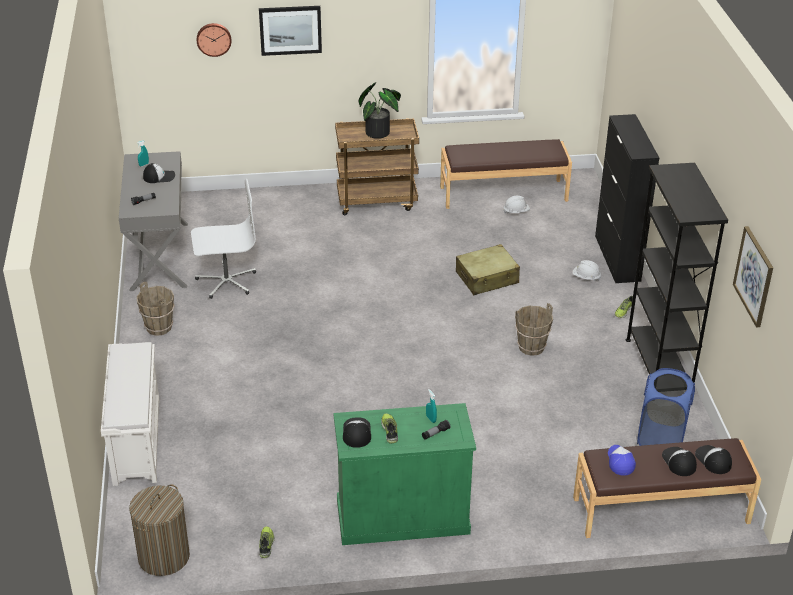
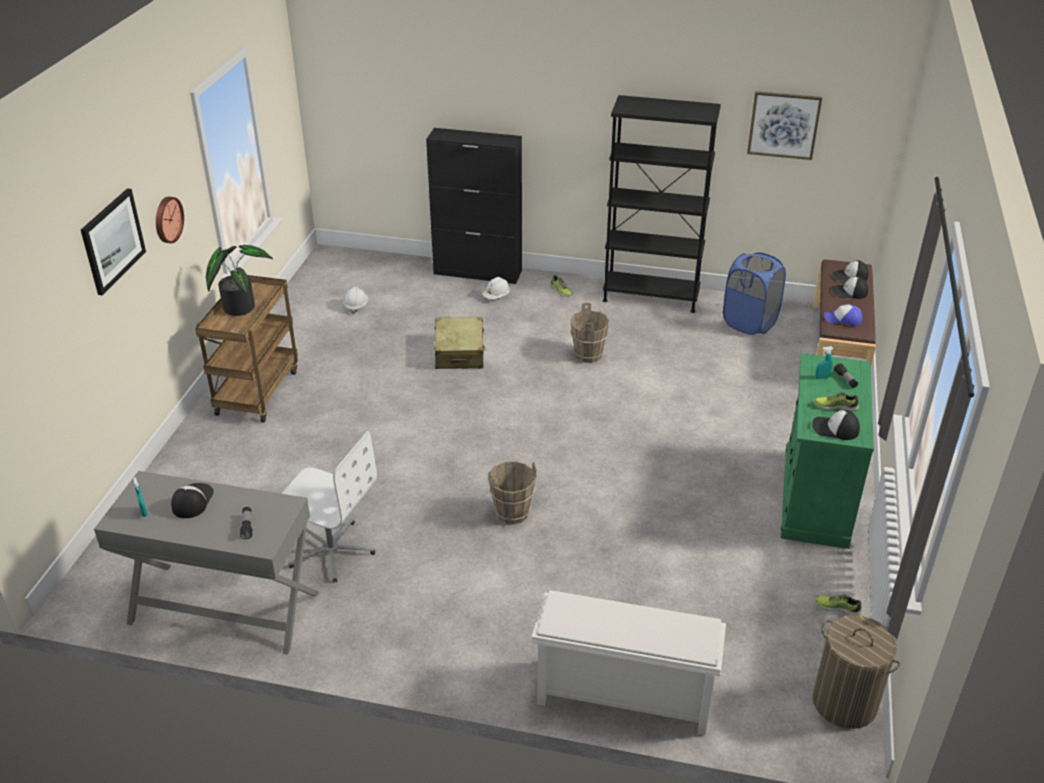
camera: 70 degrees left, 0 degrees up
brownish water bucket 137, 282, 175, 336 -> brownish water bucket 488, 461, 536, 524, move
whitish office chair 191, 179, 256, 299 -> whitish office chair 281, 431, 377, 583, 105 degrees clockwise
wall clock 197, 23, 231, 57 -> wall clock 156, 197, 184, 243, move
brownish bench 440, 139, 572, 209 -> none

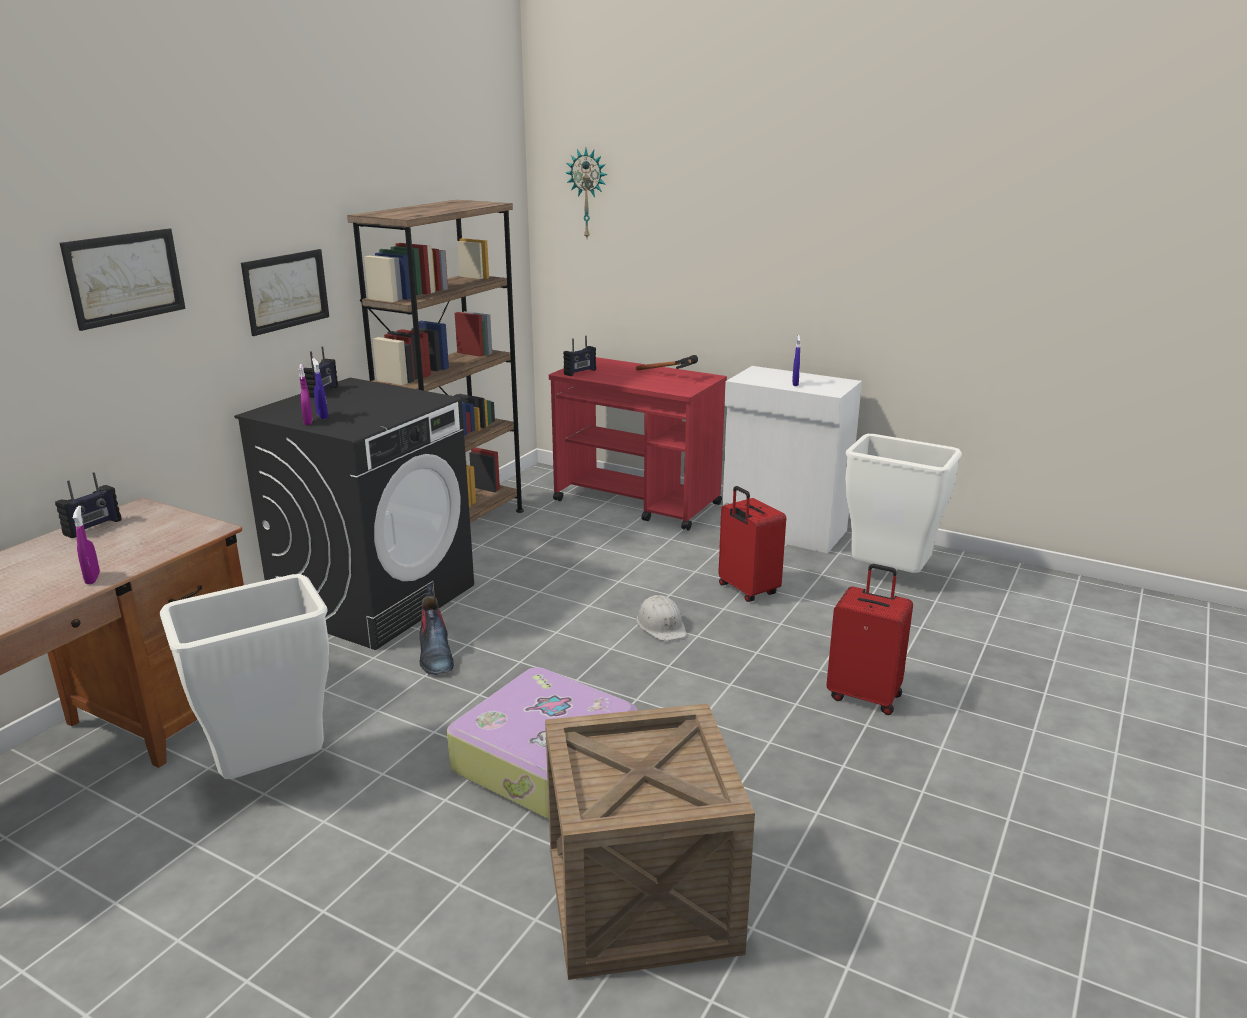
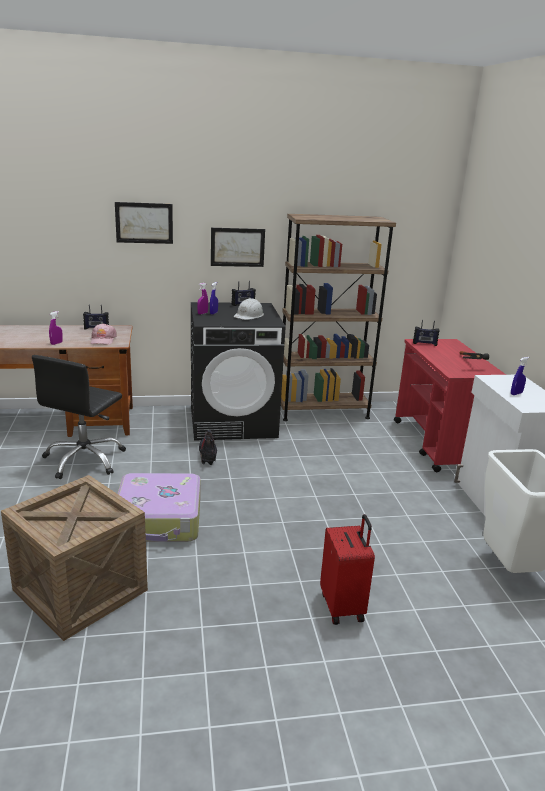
camera: 50 degrees right, 0 degrees up
whitish rubbish bin 160, 574, 329, 779 -> blackish office chair 32, 355, 126, 479
tall boot 419, 584, 454, 675 -> tall boot 199, 430, 217, 465, 135 degrees clockwise
wall clock 566, 148, 607, 238 -> none
whitish work helmet 636, 595, 687, 641 -> whitish work helmet 234, 298, 264, 320, move
reddish suitcase 718, 486, 786, 602 -> none
none -> pink cap 90, 323, 117, 345

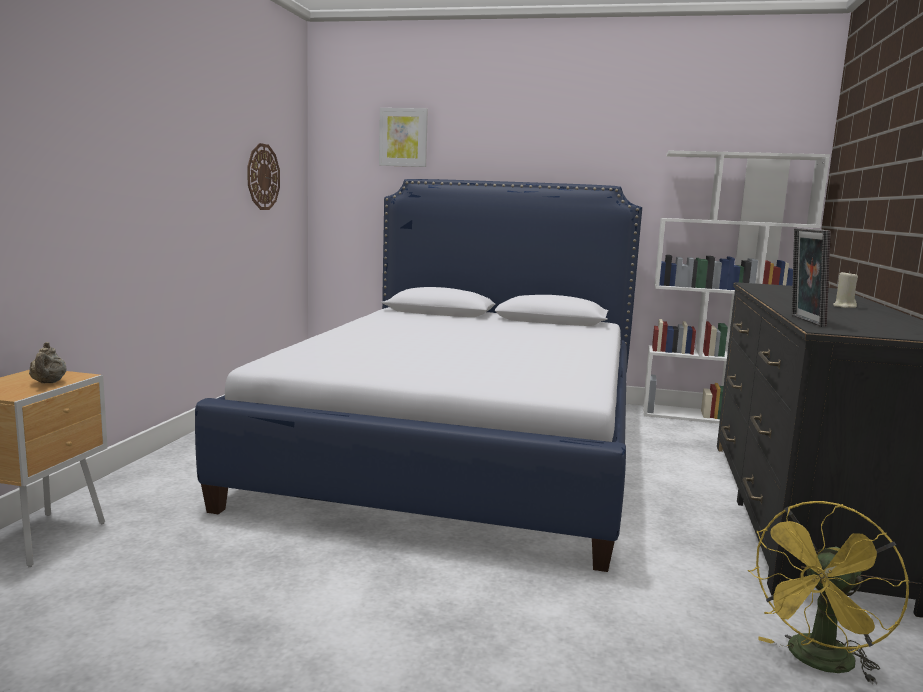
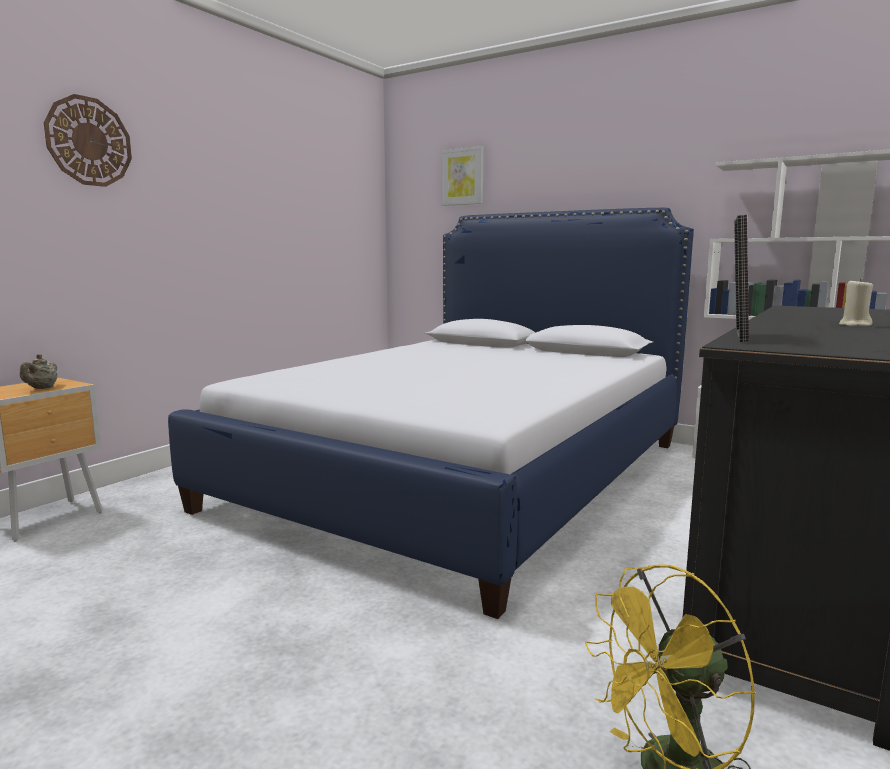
camera: 20 degrees right, 0 degrees up
wall clock 247, 143, 280, 210 -> wall clock 44, 94, 132, 187, move

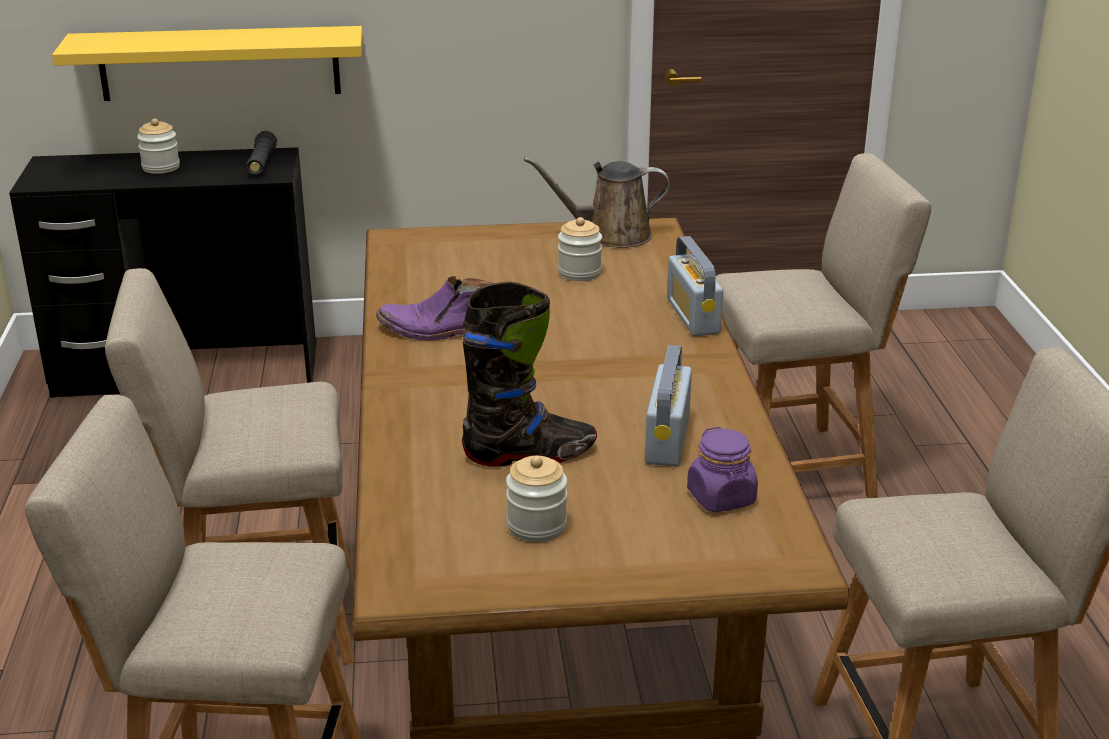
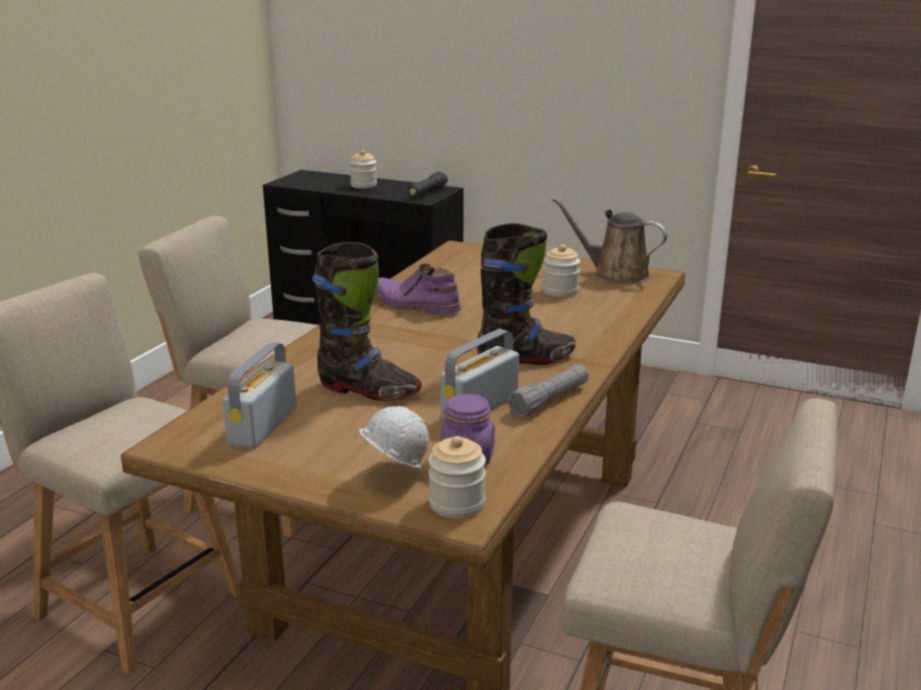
camera: 30 degrees right, 5 degrees down
yellow-coloured shelf 52, 26, 363, 101 -> none
preserve jar 506, 455, 567, 542 -> preserve jar 428, 436, 486, 518, move
radio receiver 667, 236, 723, 336 -> radio receiver 222, 342, 296, 449, move
sand-coloured chair 716, 153, 931, 498 -> none
none -> whitish work helmet 359, 406, 429, 471
none -> blackish tall boot 477, 223, 576, 365
none -> grey flashlight 508, 365, 589, 417

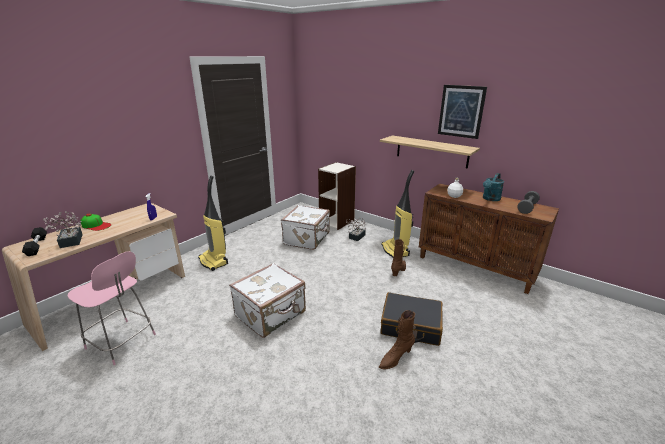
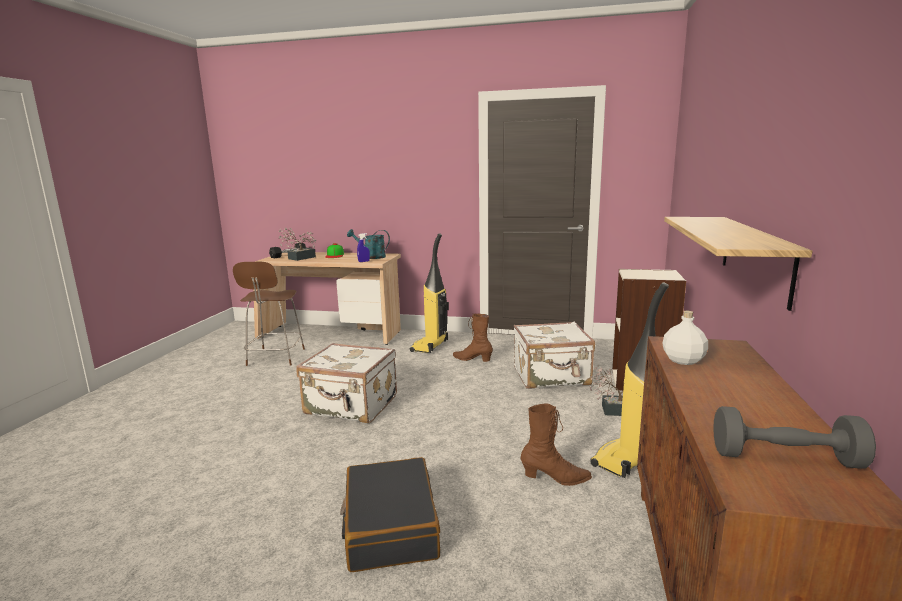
camera: 65 degrees right, 10 degrees down
pink chair 68, 251, 156, 365 -> brownish chair 233, 262, 305, 366
brownish tall boot 379, 310, 415, 369 -> brownish tall boot 453, 314, 493, 362, move
picture 438, 85, 487, 139 -> none
turquoise-coloured watering pot 483, 173, 504, 201 -> turquoise-coloured watering pot 347, 229, 390, 259, move

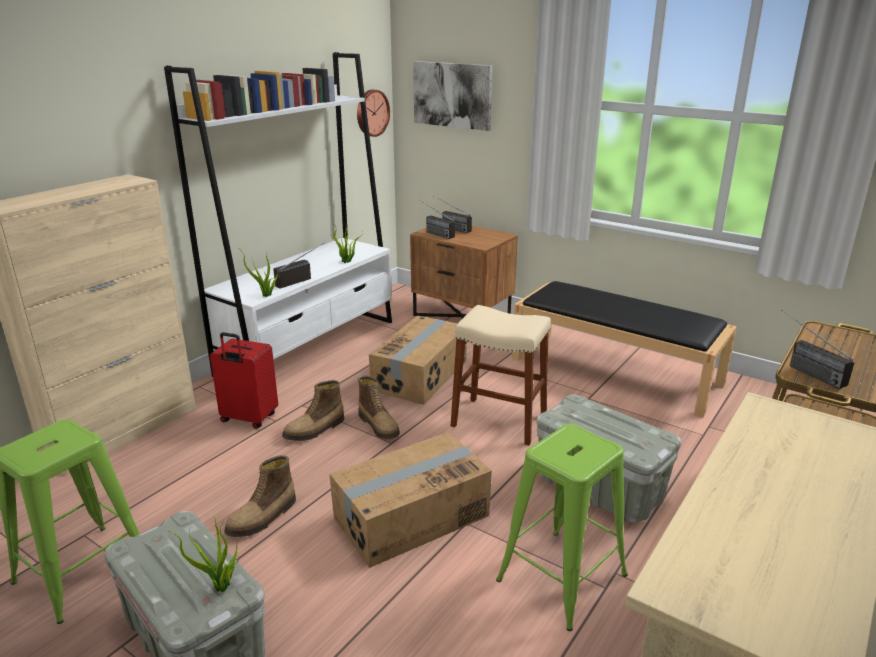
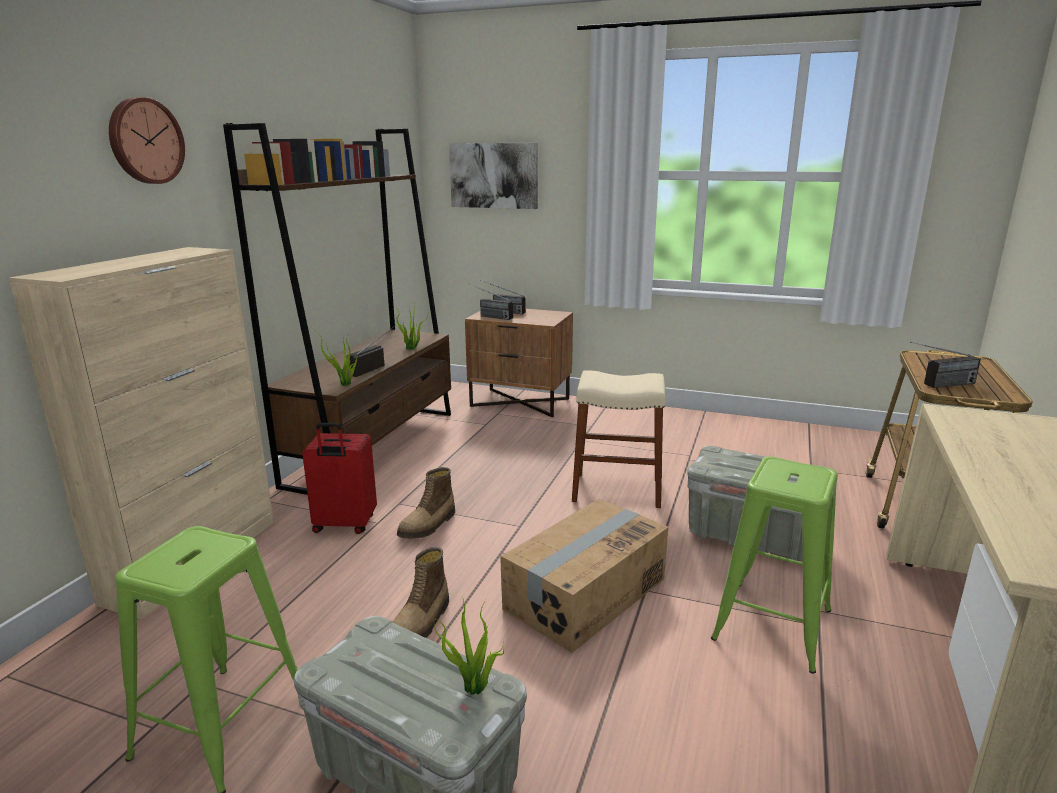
camera: 15 degrees left, 5 degrees down
whitish shelving unit 164, 52, 392, 377 -> brownish shelving unit 223, 123, 451, 495
wall clock 357, 90, 390, 137 -> wall clock 109, 97, 185, 184, move
tall boot 358, 376, 400, 439 -> none
cardboard box 369, 316, 467, 405 -> none
blackish bench 512, 281, 737, 417 -> none
radio receiver 781, 310, 854, 389 -> radio receiver 910, 342, 981, 388, 60 degrees counterclockwise

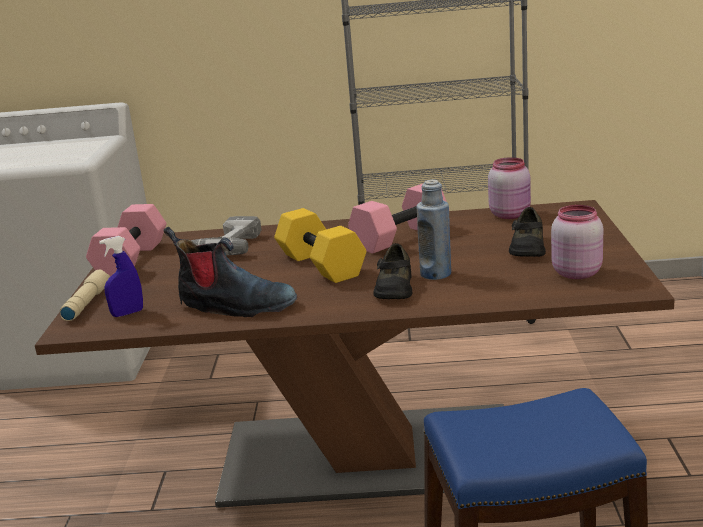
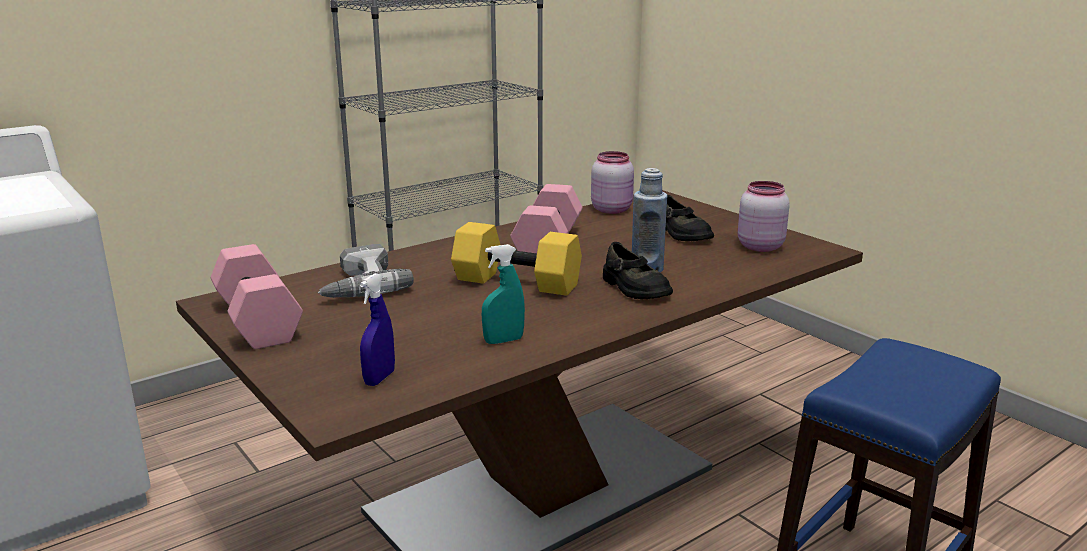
camera: 40 degrees left, 0 degrees up
sand-coloured flashlight 60, 270, 110, 321 -> none
tall boot 163, 227, 297, 317 -> turquoise-coloured hand sprayer 482, 244, 525, 344

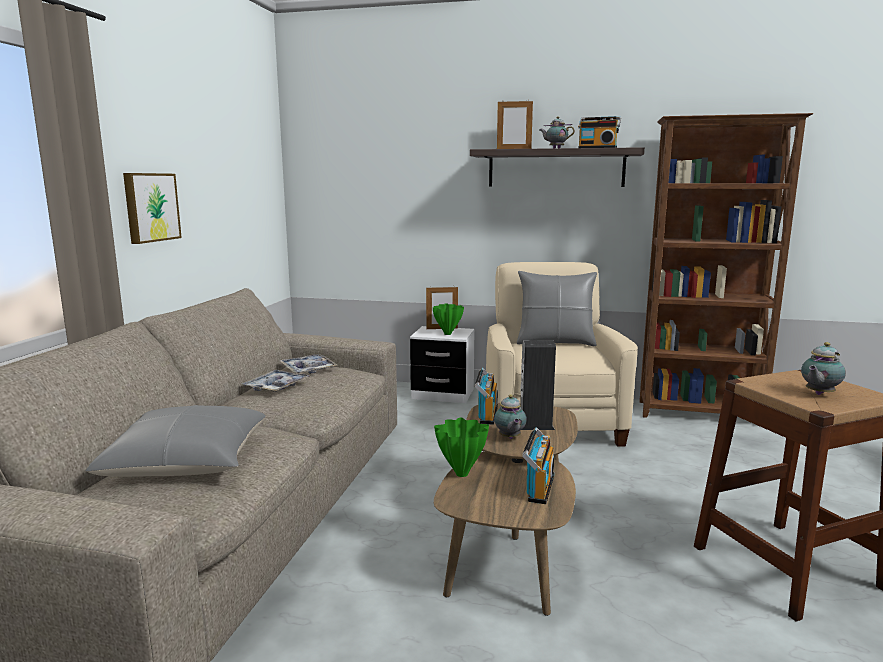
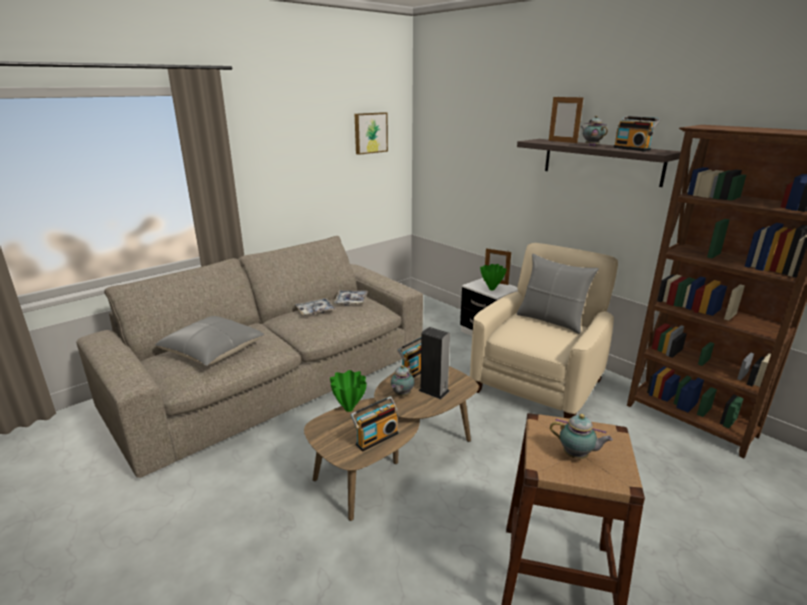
camera: 35 degrees right, 10 degrees up
picture 123, 173, 182, 244 -> picture 355, 112, 388, 155, move
pot for tea 801, 342, 846, 395 -> pot for tea 550, 414, 613, 459, 150 degrees counterclockwise

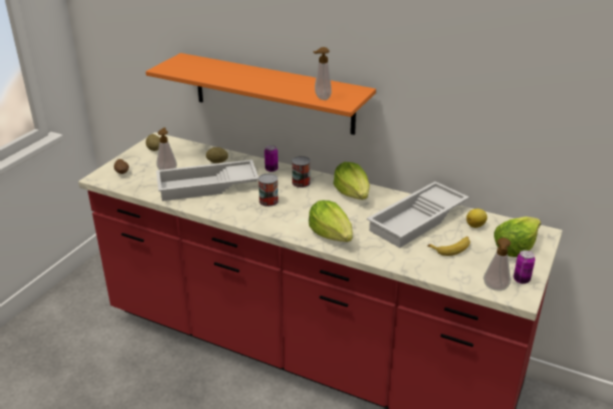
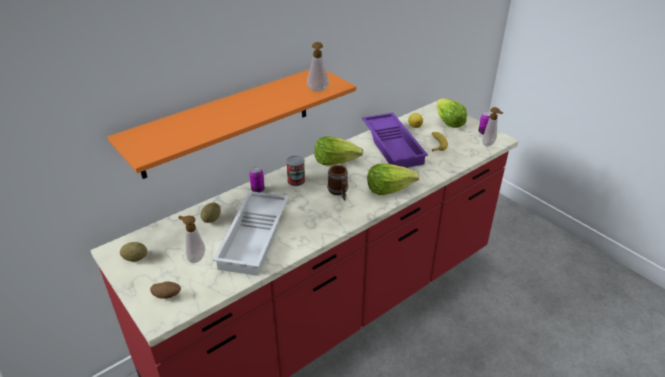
camera: 65 degrees left, 5 degrees up
can 258, 173, 278, 207 -> none
whitish carrying tray 367, 181, 469, 248 -> purple-coloured carrying tray 362, 113, 428, 168
none -> coffee mug 327, 165, 348, 200

